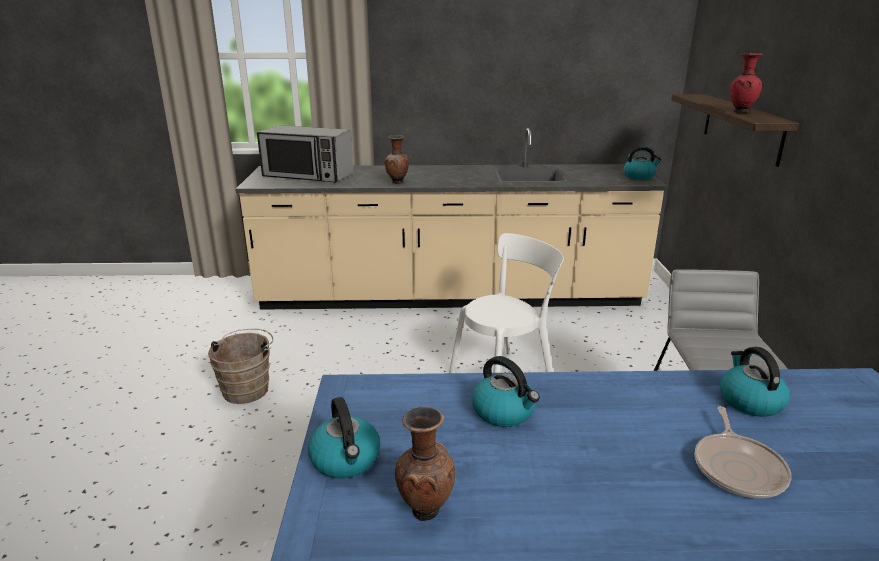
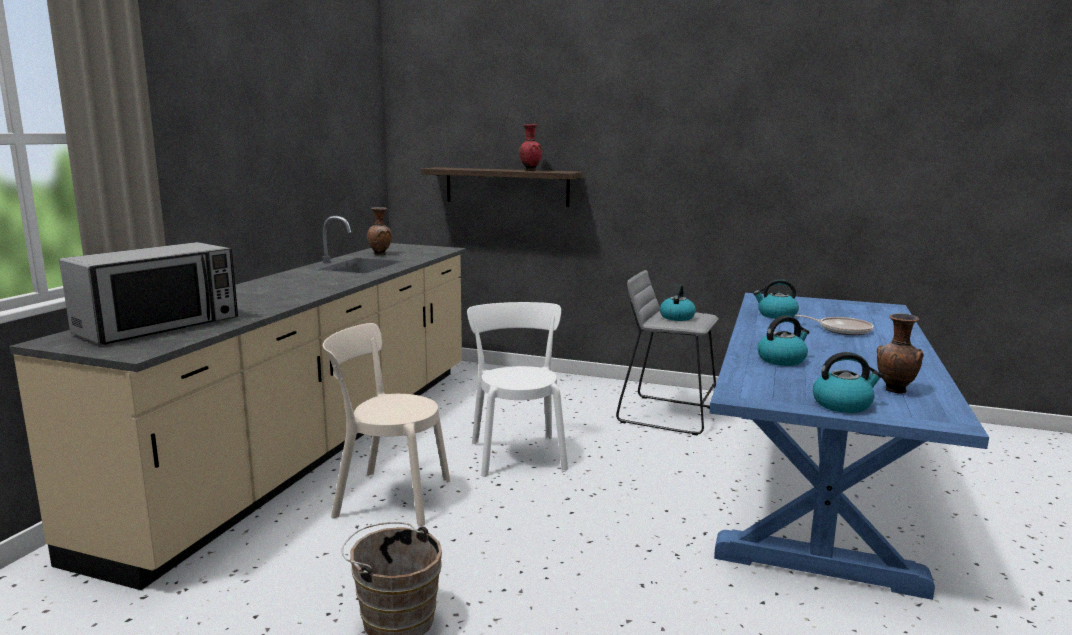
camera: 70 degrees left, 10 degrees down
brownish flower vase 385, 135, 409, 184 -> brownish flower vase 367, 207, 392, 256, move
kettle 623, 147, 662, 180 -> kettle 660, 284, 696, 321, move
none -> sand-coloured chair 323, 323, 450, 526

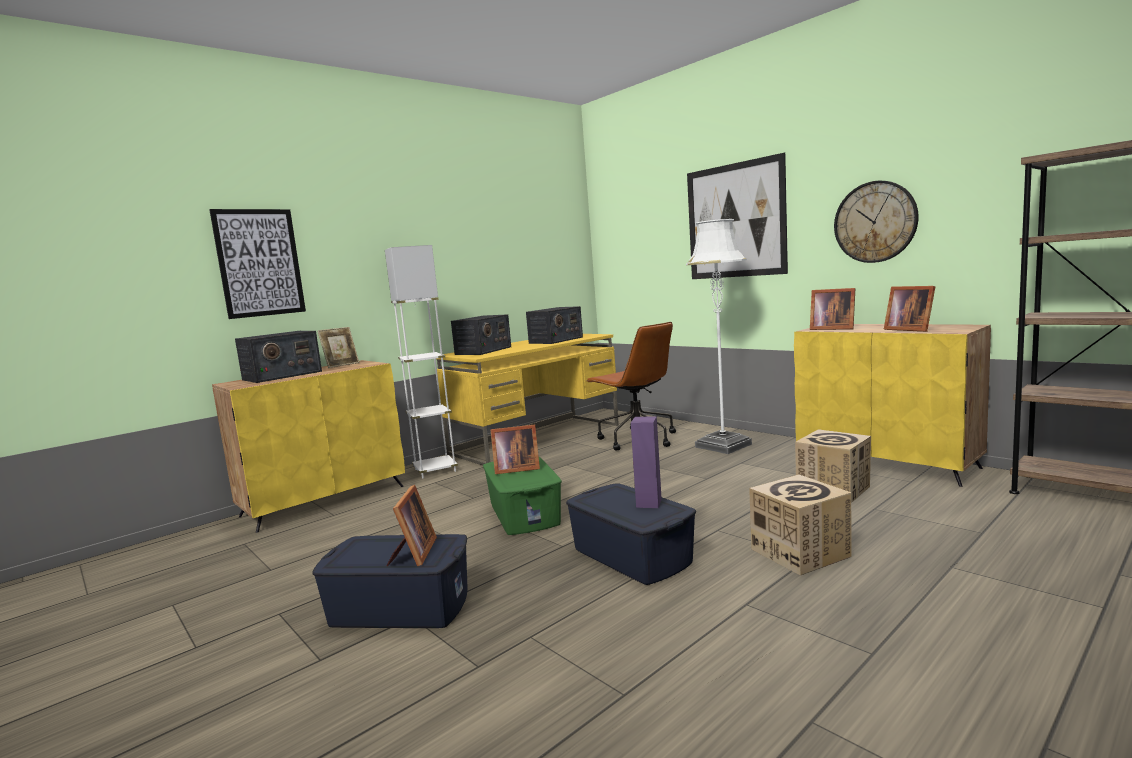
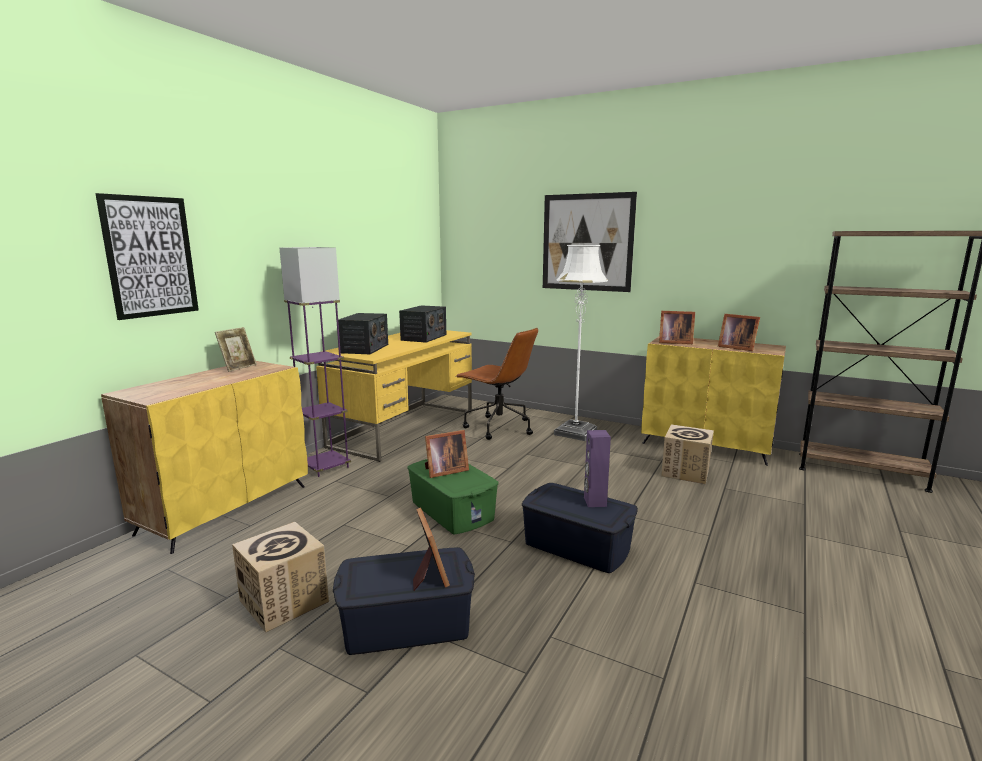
camera: 20 degrees left, 5 degrees up
radio receiver 235, 331, 322, 383 -> none
whitish standing lamp 385, 245, 458, 479 -> purple-coloured standing lamp 279, 247, 351, 477
cardboard box 749, 474, 852, 576 -> cardboard box 232, 522, 329, 632, move
wall clock 834, 181, 919, 263 -> none

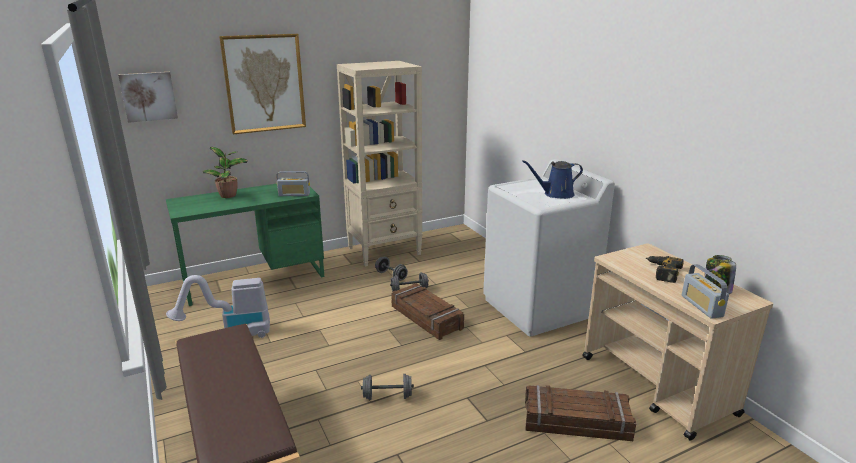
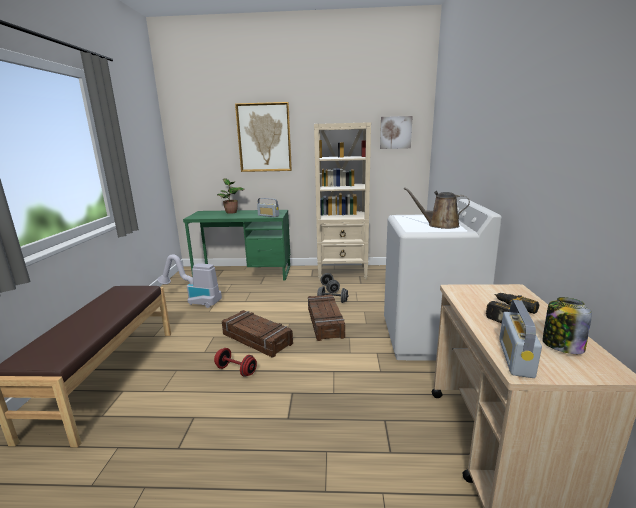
camera: 30 degrees right, 5 degrees down
picture 118, 72, 178, 123 -> picture 380, 116, 413, 149, move
grey free weight 361, 374, 414, 400 -> reddish free weight 214, 348, 257, 377
blue-coloured watering pot 522, 160, 583, 199 -> brownish watering pot 403, 187, 470, 229
packing crate 525, 385, 636, 441 -> packing crate 222, 310, 293, 358, move

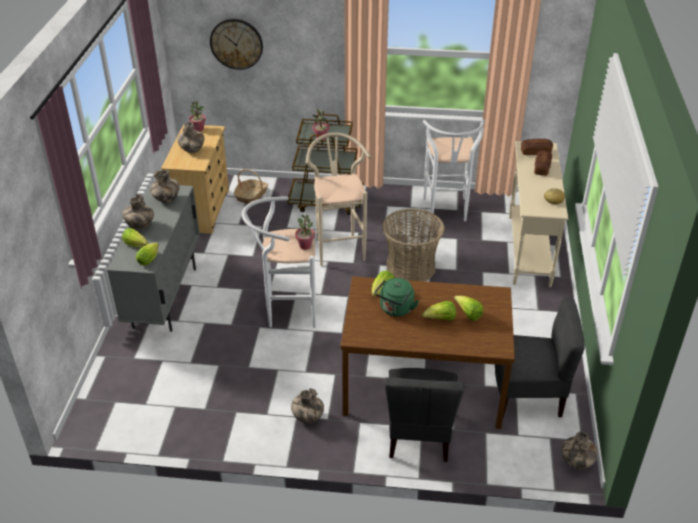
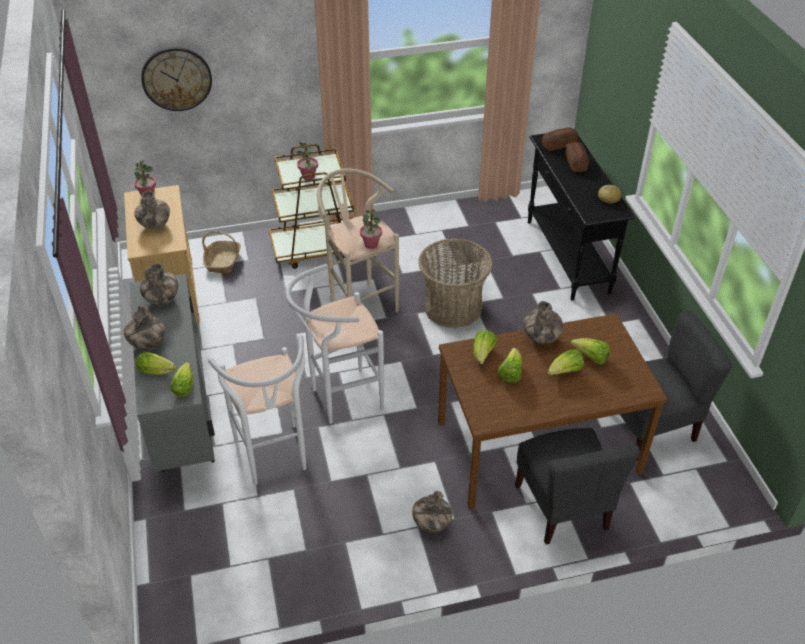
camera: 20 degrees left, 5 degrees up
plant in a pot 295, 215, 315, 250 -> plant in a pot 360, 209, 382, 249, move
green-coloured kettle 375, 278, 419, 316 -> lettuce 498, 348, 522, 383
whitish sitting stool 423, 119, 485, 221 -> whitish sitting stool 208, 335, 306, 485, move
sand-coloured console table 509, 141, 568, 287 -> blackish console table 528, 133, 635, 301
flower vase 561, 431, 598, 469 -> flower vase 523, 301, 563, 344, move

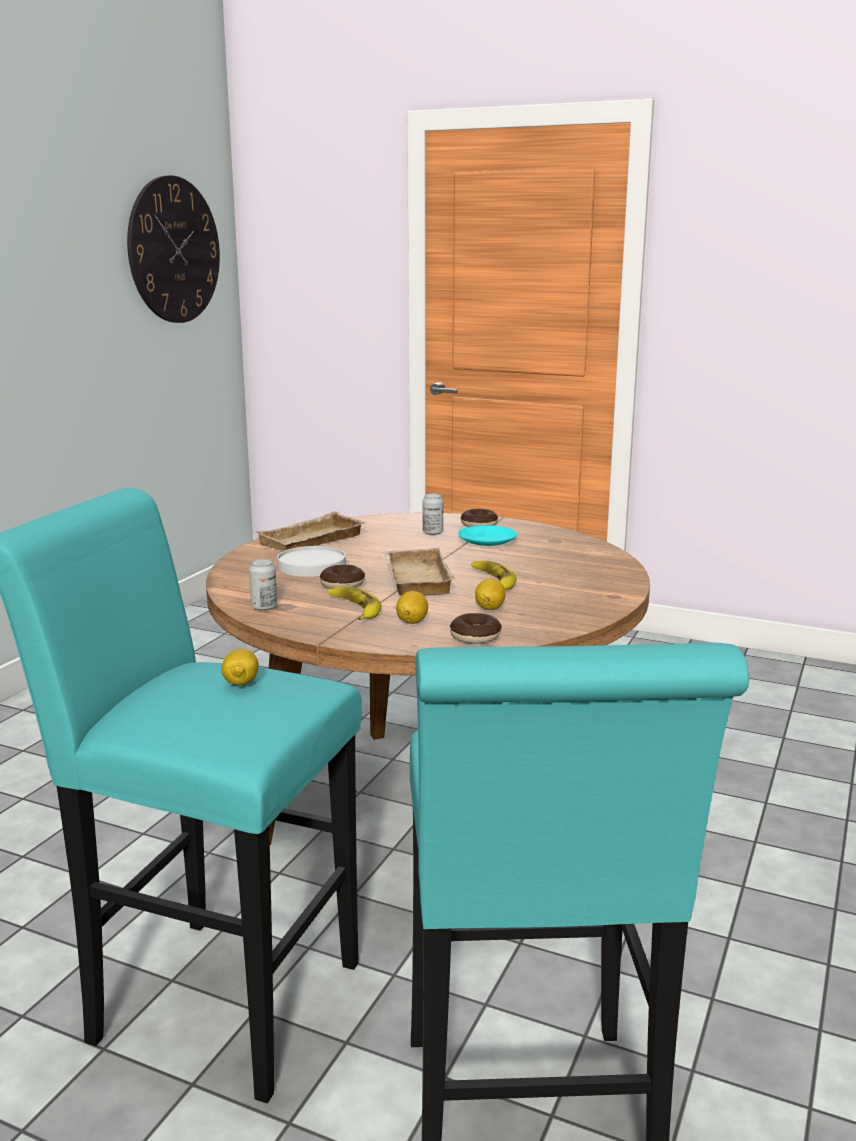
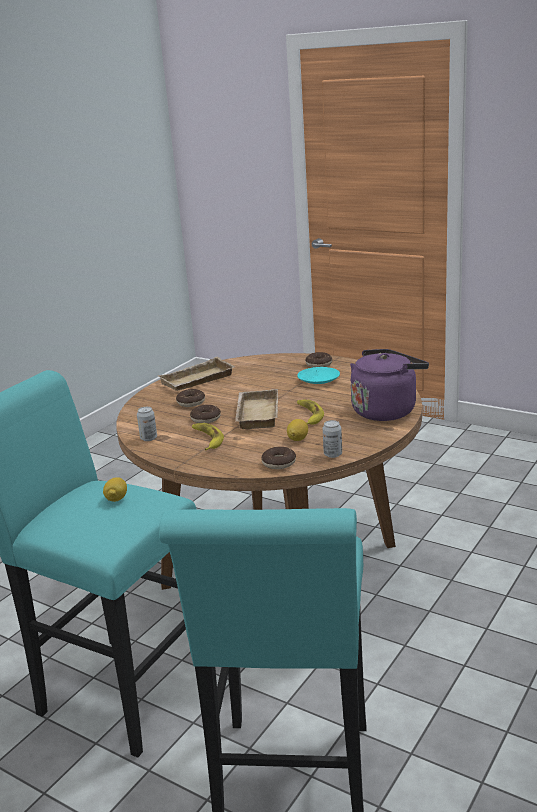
camera: 10 degrees right, 5 degrees up
wall clock 127, 175, 220, 323 -> none
whitish flat dish 277, 546, 346, 577 -> ring doughnut 176, 389, 205, 407
lemon 396, 591, 428, 624 -> none
can 422, 494, 443, 535 -> can 323, 420, 342, 458, move
none -> purple-coloured kettle 350, 349, 429, 421

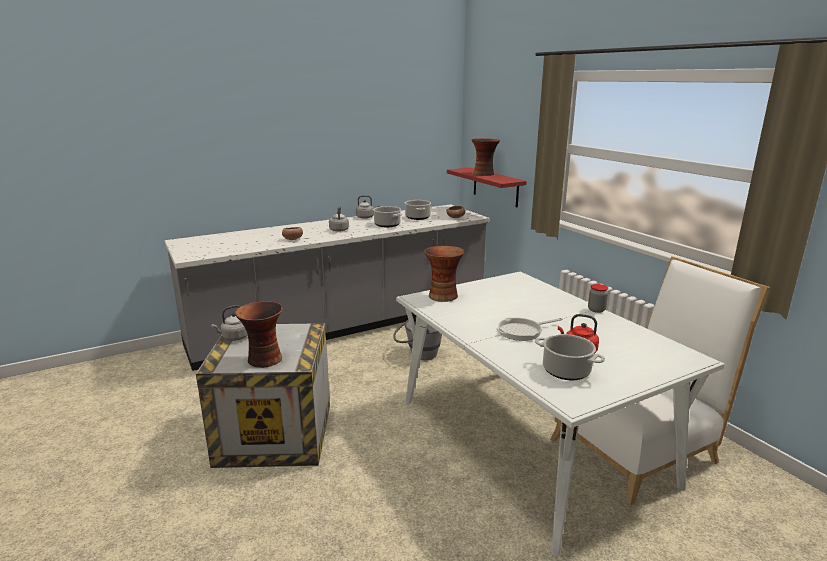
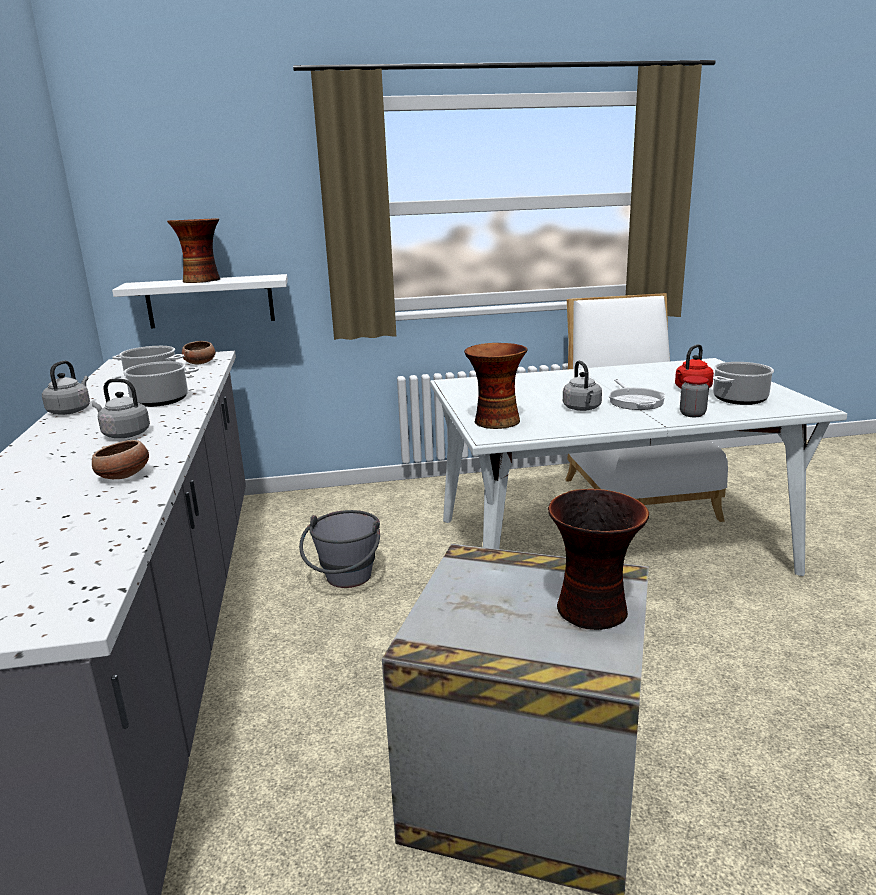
camera: 70 degrees left, 0 degrees up
grey kettle 211, 305, 248, 341 -> grey kettle 563, 361, 602, 411, move
reddish shelf 447, 168, 527, 208 -> whitish shelf 112, 274, 288, 328
preserve jar 588, 284, 608, 313 -> preserve jar 680, 376, 709, 417, move

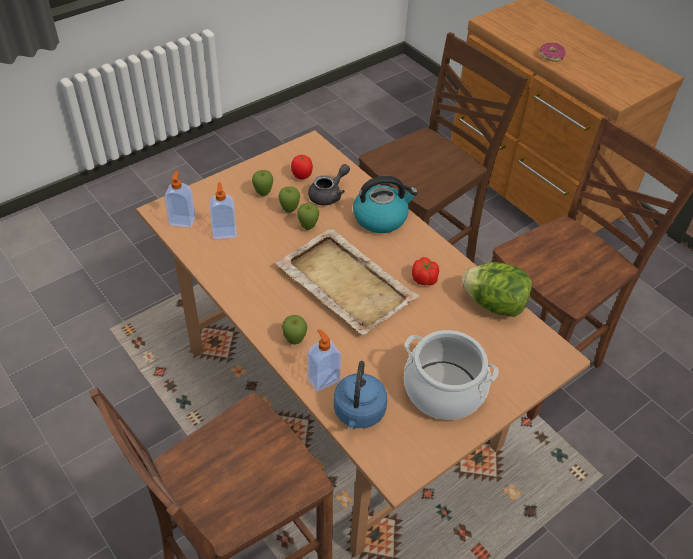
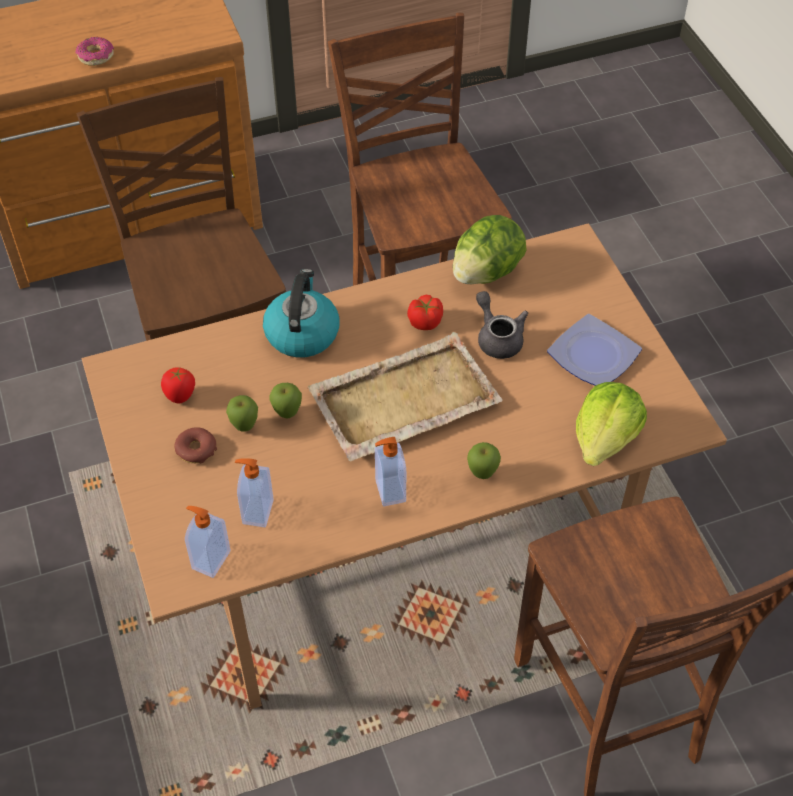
camera: 70 degrees left, 5 degrees up
apple 252, 170, 273, 196 -> ring doughnut 174, 427, 217, 463
soap dispenser 307, 329, 341, 392 -> soap dispenser 375, 437, 406, 507, move
grey pot for tea 308, 164, 350, 206 -> grey pot for tea 476, 291, 528, 359, move
blue-coloured kettle 334, 361, 387, 429 -> lettuce 576, 382, 647, 466
cooking pot 404, 330, 499, 420 -> flat dish 547, 314, 642, 386

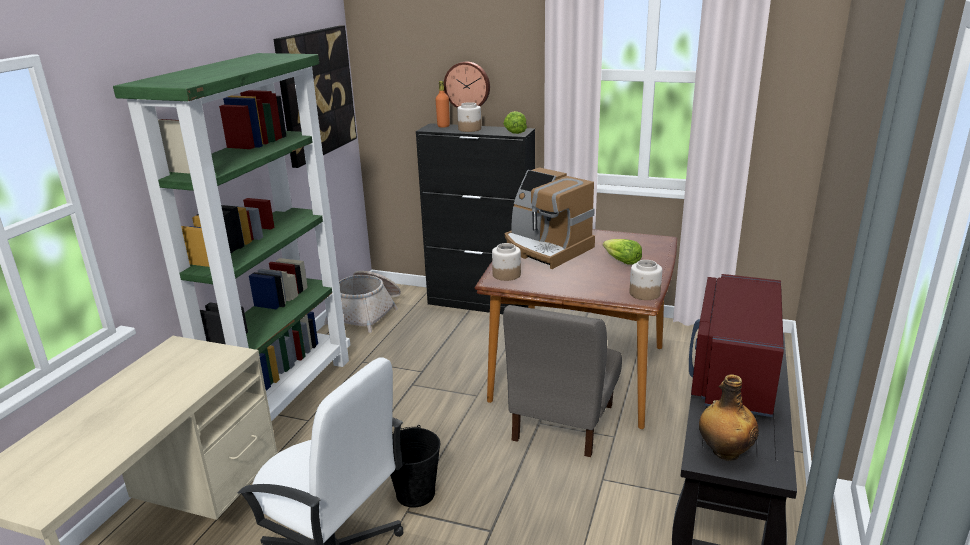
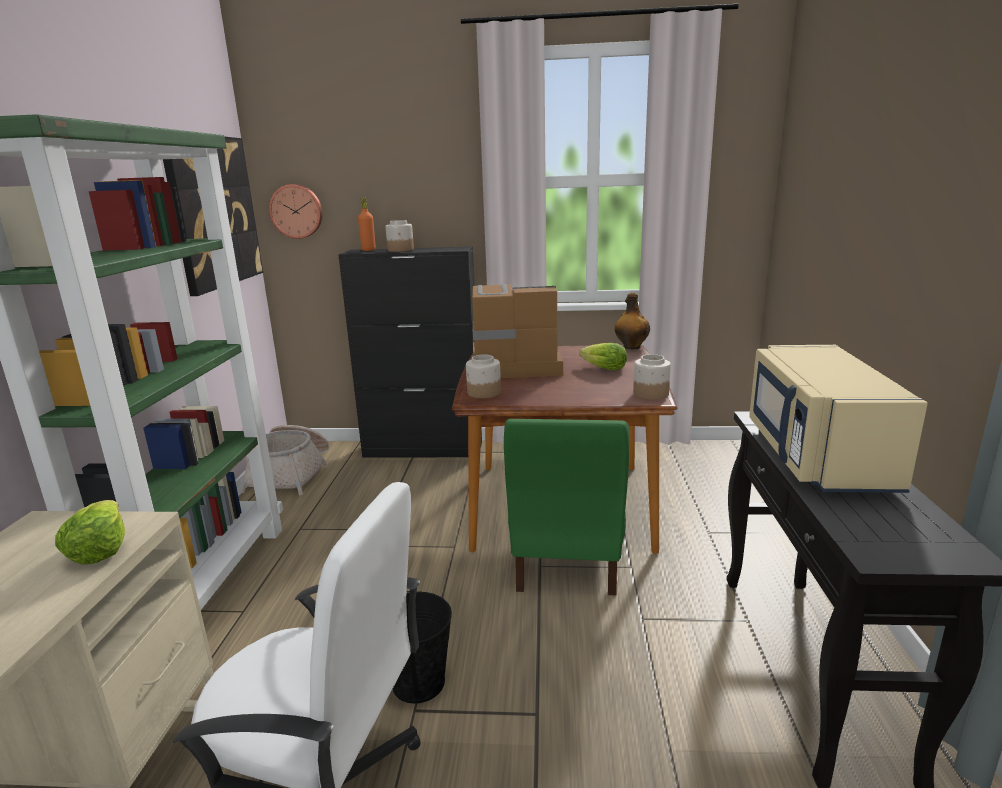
camera: 15 degrees left, 5 degrees down
wall clock 444, 62, 490, 108 -> wall clock 269, 184, 323, 239, move
lettuce 503, 111, 527, 134 -> lettuce 55, 500, 125, 565, move
grey chair 503, 305, 622, 457 -> green-coloured chair 504, 419, 630, 595
coffee machine 505, 167, 595, 269 -> coffee machine 472, 284, 563, 378, 150 degrees clockwise
reddish microwave oven 689, 274, 784, 417 -> sand-coloured microwave oven 749, 345, 928, 493
bottle 699, 374, 759, 461 -> bottle 615, 293, 650, 349, move

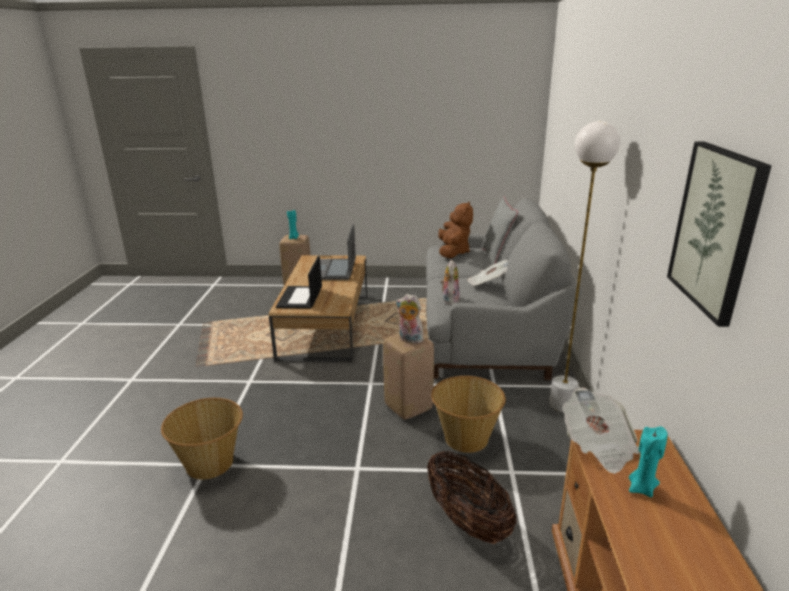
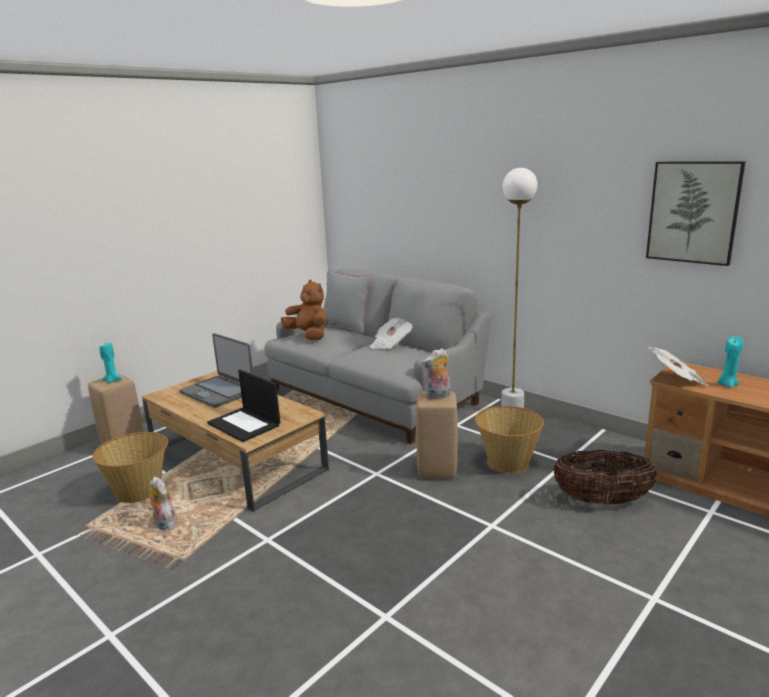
camera: 50 degrees left, 5 degrees down
basket 161, 398, 243, 479 -> basket 92, 432, 168, 503, move
plush toy 441, 260, 460, 305 -> plush toy 148, 476, 177, 530, move

